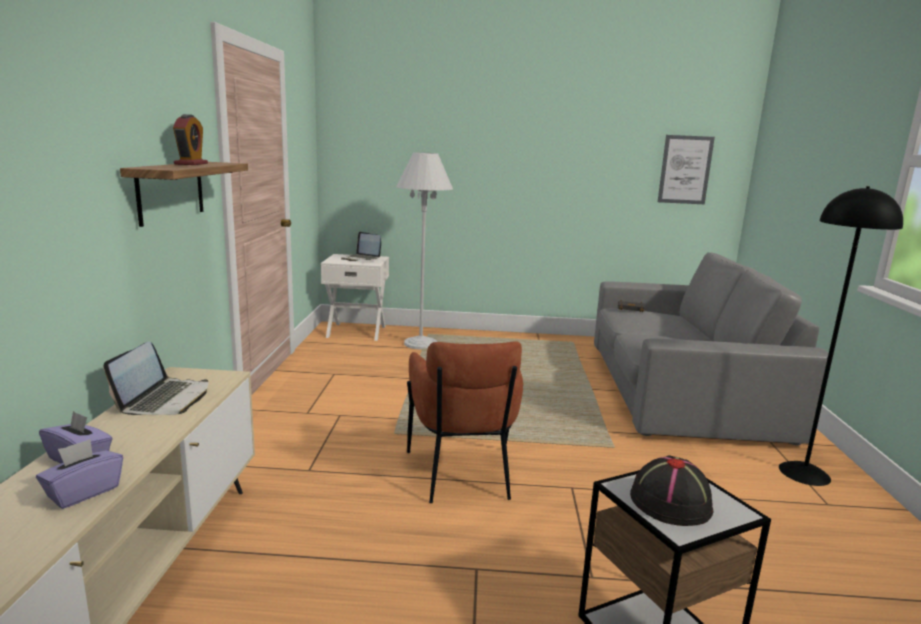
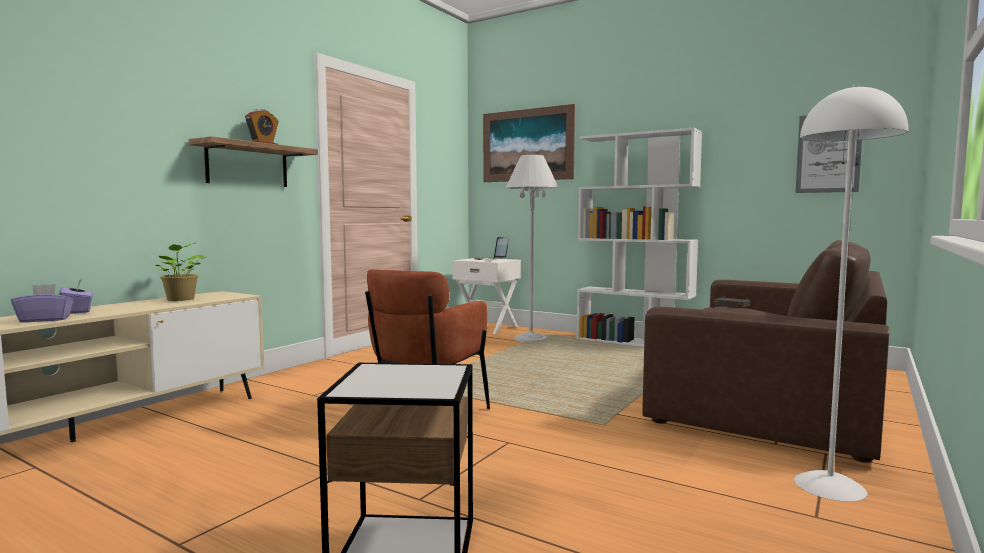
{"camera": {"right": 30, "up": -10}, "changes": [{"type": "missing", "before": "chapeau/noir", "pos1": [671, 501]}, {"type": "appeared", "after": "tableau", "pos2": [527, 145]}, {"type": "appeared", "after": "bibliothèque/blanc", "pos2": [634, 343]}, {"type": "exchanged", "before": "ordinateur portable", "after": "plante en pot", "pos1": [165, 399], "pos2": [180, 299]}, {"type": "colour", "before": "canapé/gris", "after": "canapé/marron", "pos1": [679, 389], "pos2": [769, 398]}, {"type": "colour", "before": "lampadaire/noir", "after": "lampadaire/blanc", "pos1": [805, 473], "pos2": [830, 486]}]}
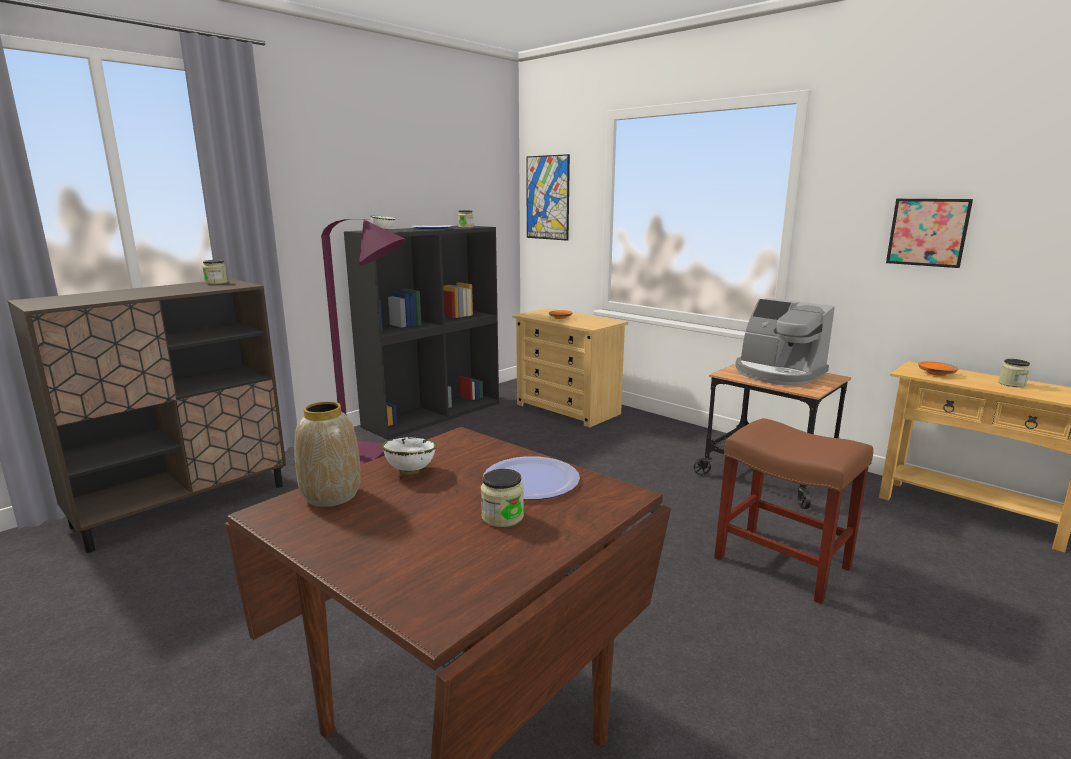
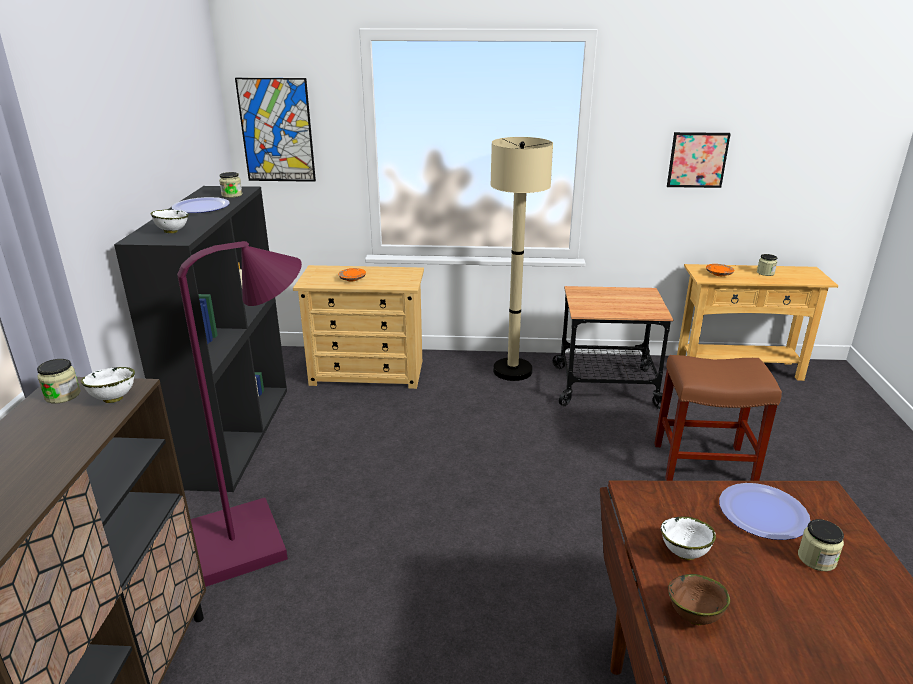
{"camera": {"right": -40, "up": 10}, "changes": [{"type": "missing", "before": "machine à café", "pos1": [778, 373]}, {"type": "appeared", "after": "bol/blanc", "pos2": [112, 399]}, {"type": "appeared", "after": "lampadaire/beige", "pos2": [512, 371]}, {"type": "exchanged", "before": "vase", "after": "bol/marron", "pos1": [330, 496], "pos2": [694, 617]}]}
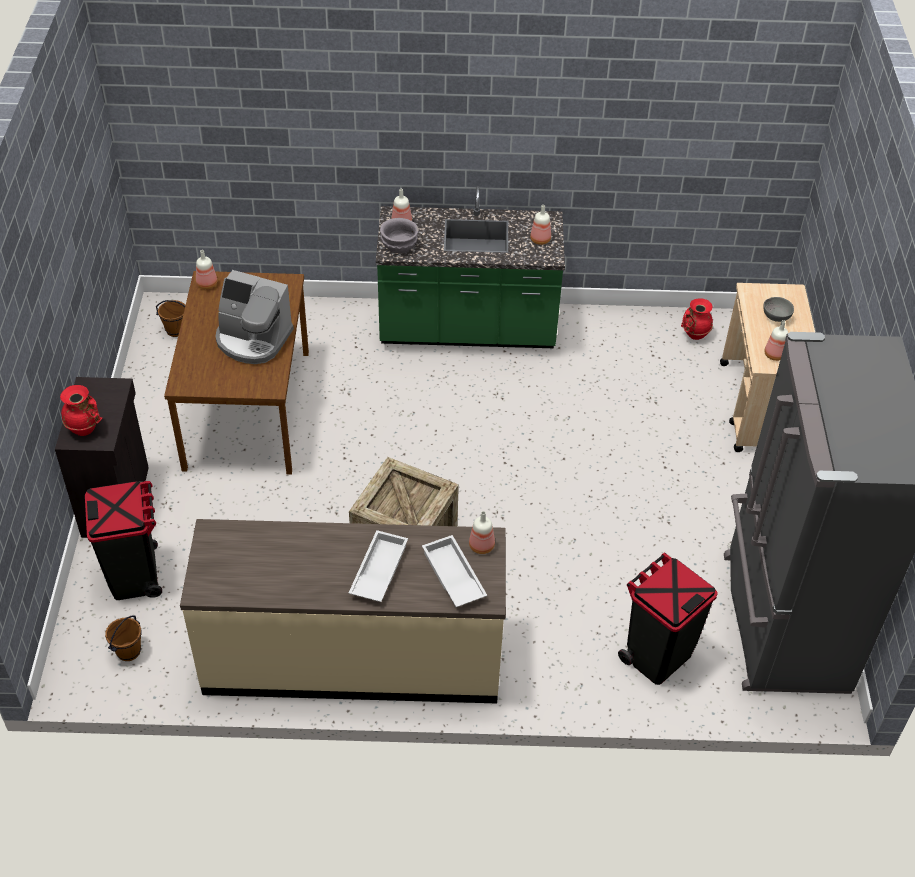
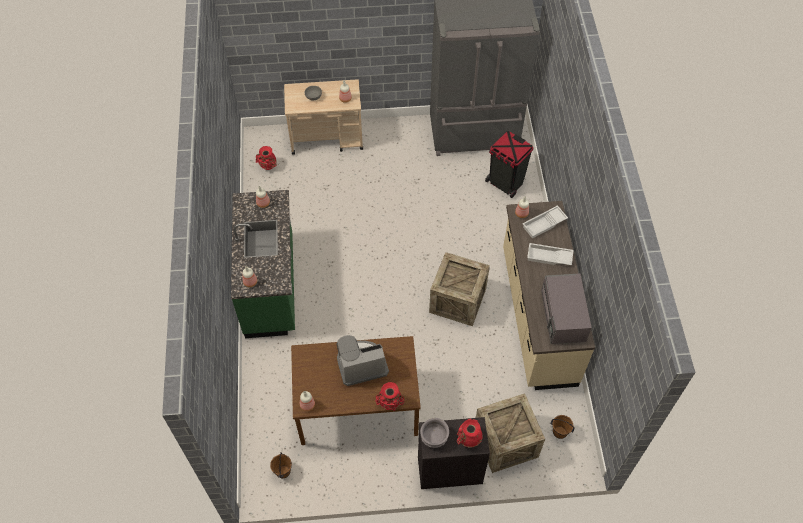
{"camera": {"right": -95, "up": 10}, "changes": [{"type": "appeared", "after": "vase/rouge", "pos2": [390, 404]}, {"type": "appeared", "after": "micro-ondes/gris", "pos2": [563, 316]}, {"type": "relocated", "before": "bol/gris", "pos1": [398, 245], "pos2": [434, 438]}, {"type": "exchanged", "before": "poubelle/noir", "after": "caisse", "pos1": [135, 575], "pos2": [505, 442]}, {"type": "spun", "before": "machine à café", "pos1": [253, 339], "pos2": [361, 364], "turn": -120}]}
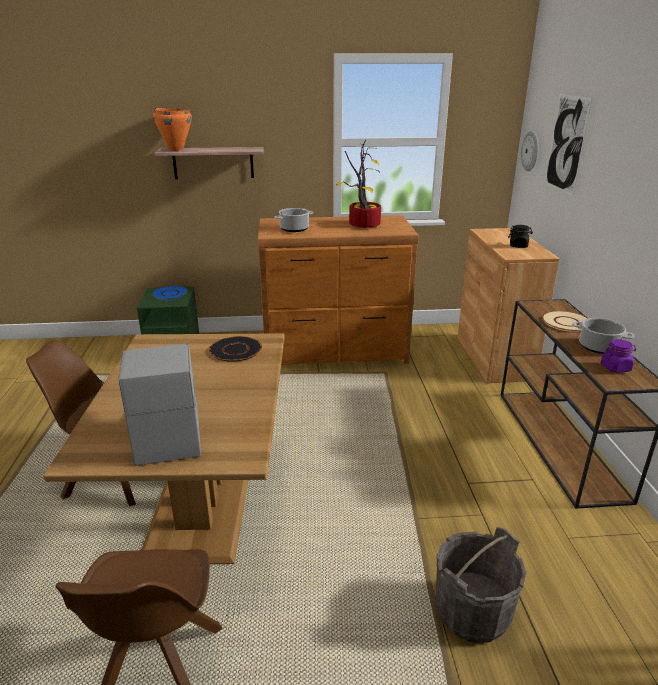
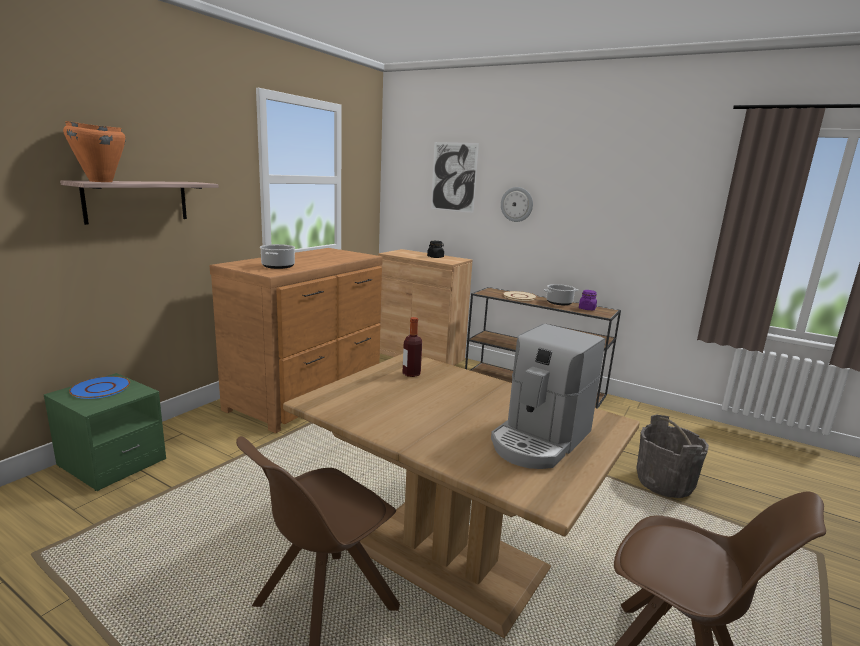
{"camera": {"right": -55, "up": -10}, "changes": [{"type": "missing", "before": "plante en pot", "pos1": [363, 224]}, {"type": "relocated", "before": "horloge murale", "pos1": [530, 151], "pos2": [517, 204]}, {"type": "exchanged", "before": "assiette/noir", "after": "bouteille", "pos1": [235, 350], "pos2": [411, 374]}, {"type": "spun", "before": "machine à café", "pos1": [168, 432], "pos2": [540, 440], "turn": -75}]}
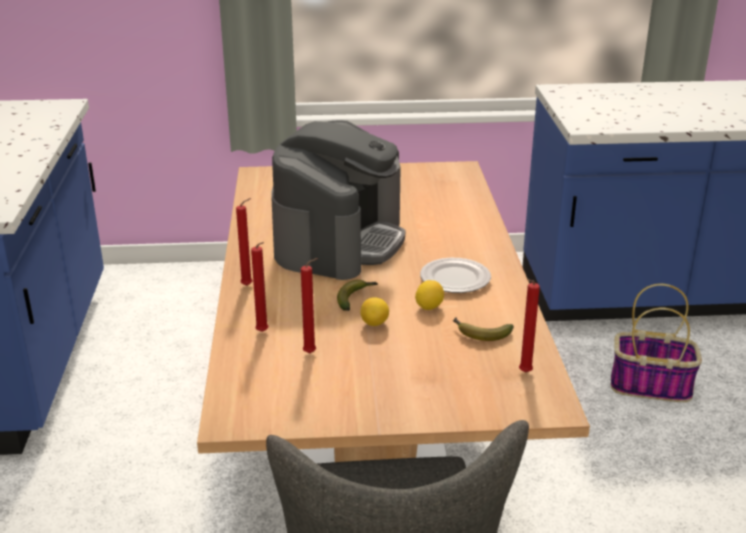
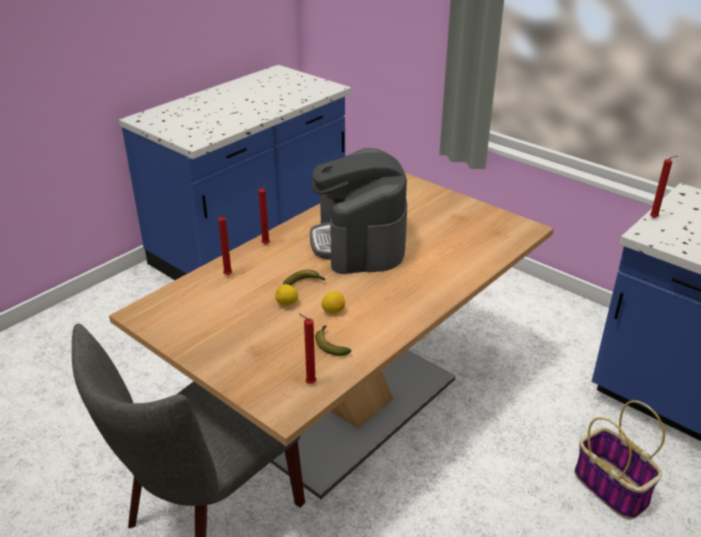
{"camera": {"right": 45, "up": 5}, "changes": [{"type": "missing", "before": "assiette", "pos1": [454, 279]}, {"type": "relocated", "before": "bougie/rouge", "pos1": [312, 353], "pos2": [655, 218]}, {"type": "spun", "before": "machine à café", "pos1": [339, 241], "pos2": [359, 242], "turn": 105}]}
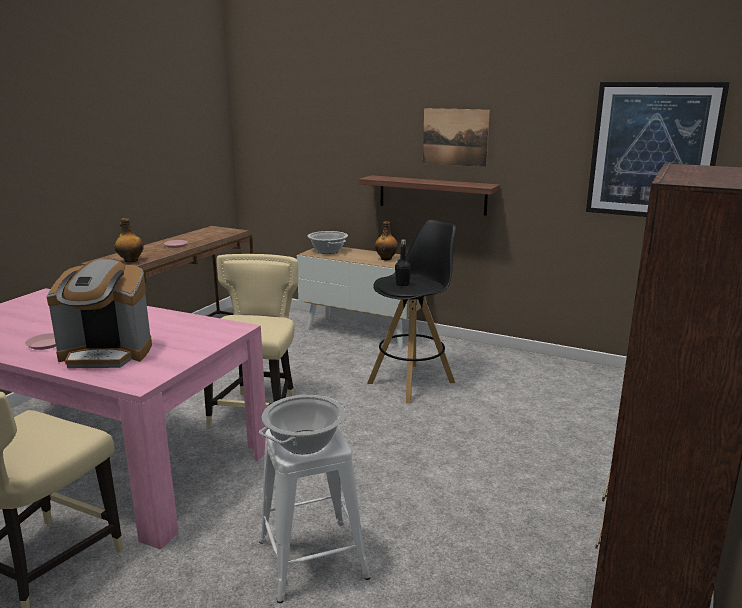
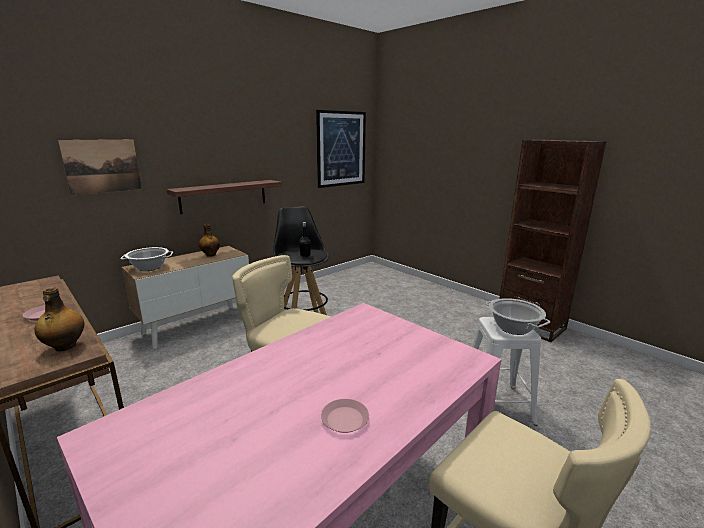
{"camera": {"right": -70, "up": 0}, "changes": [{"type": "missing", "before": "machine à café", "pos1": [107, 354]}, {"type": "relocated", "before": "tableau", "pos1": [455, 137], "pos2": [102, 166]}]}
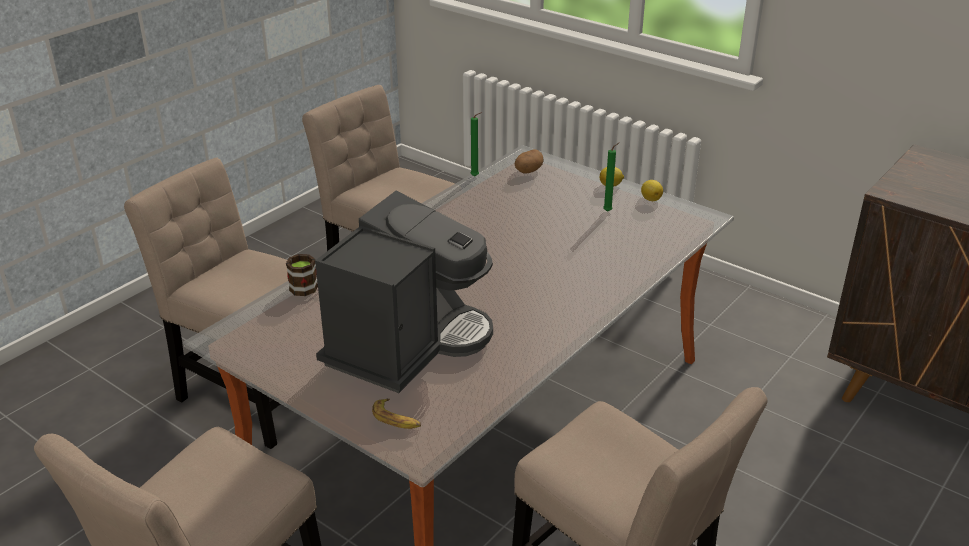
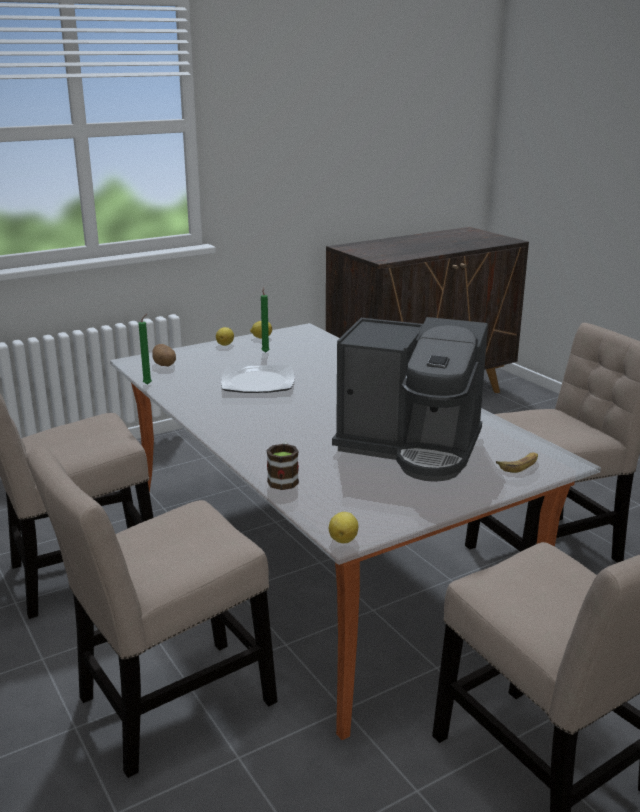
{"camera": {"right": -70, "up": -10}, "changes": [{"type": "appeared", "after": "assiette", "pos2": [258, 382]}, {"type": "appeared", "after": "citron", "pos2": [343, 539]}, {"type": "spun", "before": "machine à café", "pos1": [407, 343], "pos2": [411, 447], "turn": 150}]}
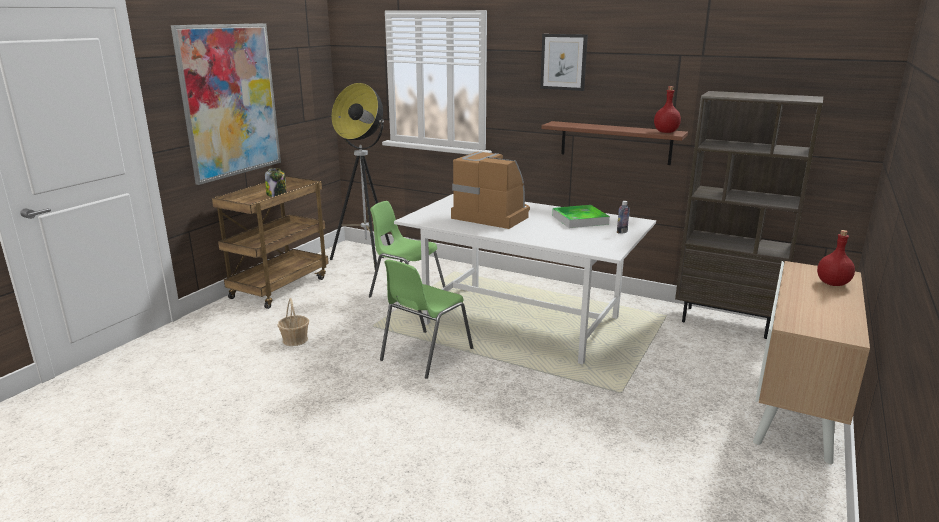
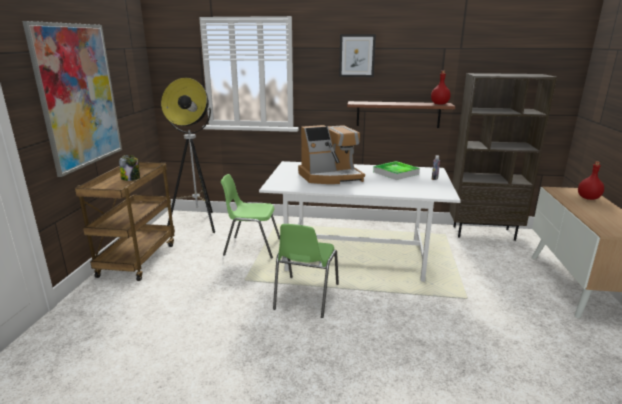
{"camera": {"right": -20, "up": 0}, "changes": [{"type": "missing", "before": "panier", "pos1": [295, 340]}, {"type": "spun", "before": "machine à café", "pos1": [492, 215], "pos2": [330, 177], "turn": 150}]}
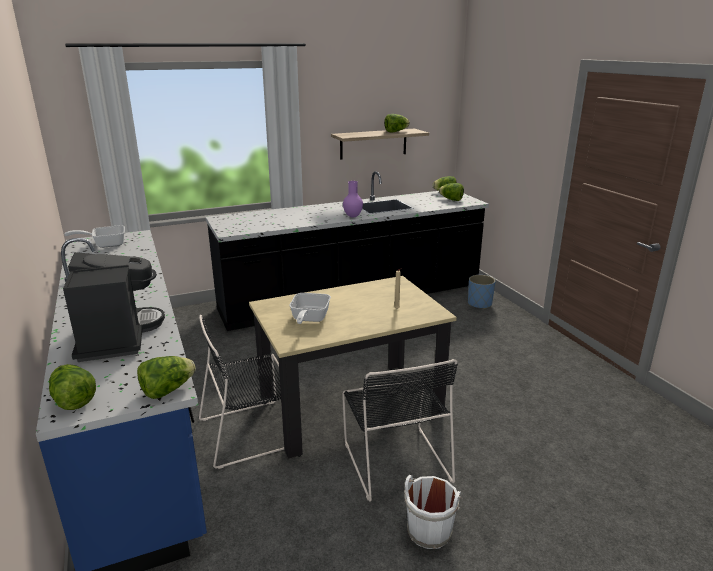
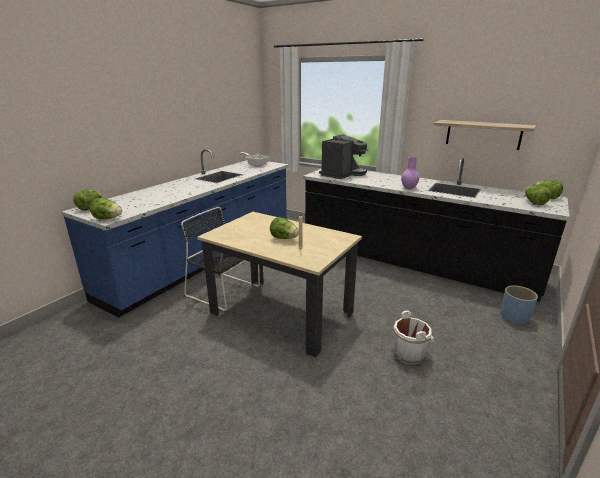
{"camera": {"right": 55, "up": 0}, "changes": [{"type": "missing", "before": "poêle", "pos1": [309, 319]}, {"type": "missing", "before": "chaise/noir", "pos1": [395, 459]}, {"type": "relocated", "before": "machine à café", "pos1": [116, 336], "pos2": [342, 174]}, {"type": "relocated", "before": "laitue", "pos1": [396, 132], "pos2": [284, 238]}, {"type": "relocated", "before": "seau/blanc", "pos1": [429, 529], "pos2": [410, 354]}]}
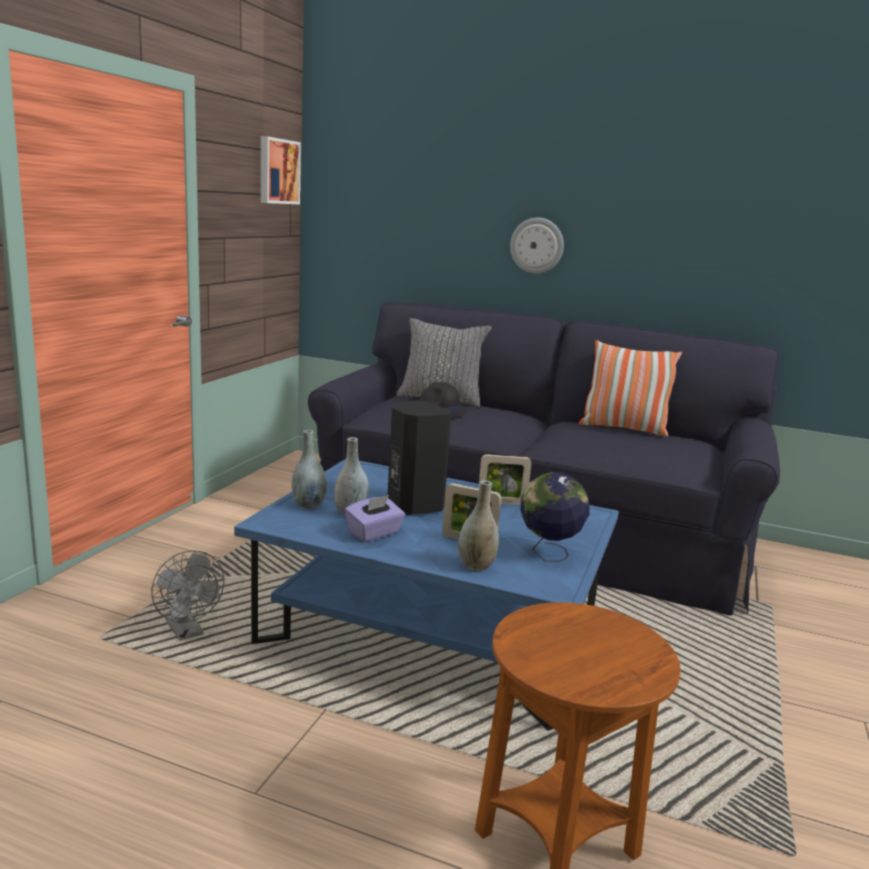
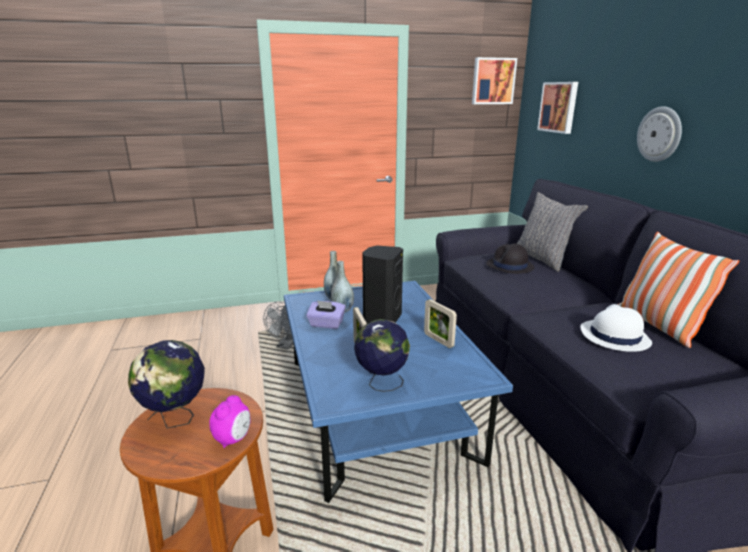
{"camera": {"right": 55, "up": 5}, "changes": [{"type": "missing", "before": "vase/gris", "pos1": [476, 566]}, {"type": "appeared", "after": "globe", "pos2": [176, 419]}, {"type": "appeared", "after": "réveil", "pos2": [233, 439]}, {"type": "appeared", "after": "tableau", "pos2": [559, 107]}, {"type": "appeared", "after": "chapeau/blanc", "pos2": [614, 336]}]}
